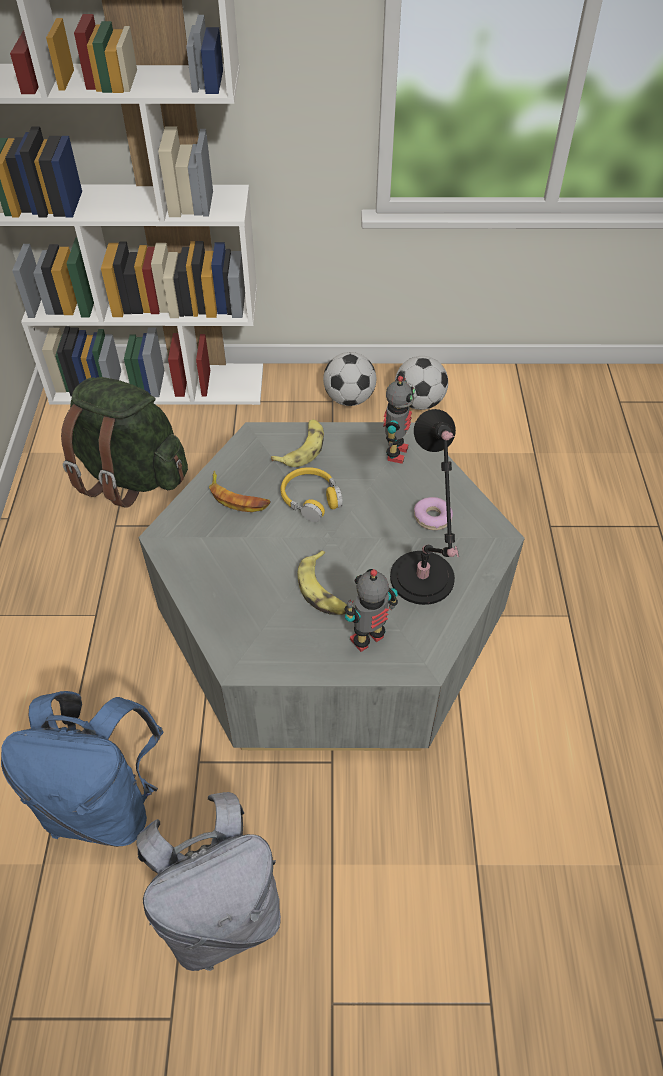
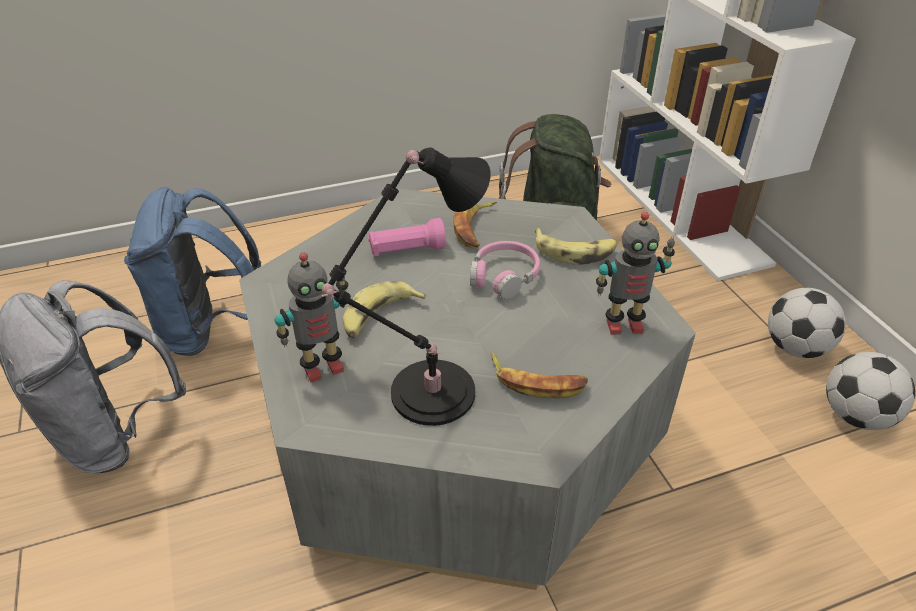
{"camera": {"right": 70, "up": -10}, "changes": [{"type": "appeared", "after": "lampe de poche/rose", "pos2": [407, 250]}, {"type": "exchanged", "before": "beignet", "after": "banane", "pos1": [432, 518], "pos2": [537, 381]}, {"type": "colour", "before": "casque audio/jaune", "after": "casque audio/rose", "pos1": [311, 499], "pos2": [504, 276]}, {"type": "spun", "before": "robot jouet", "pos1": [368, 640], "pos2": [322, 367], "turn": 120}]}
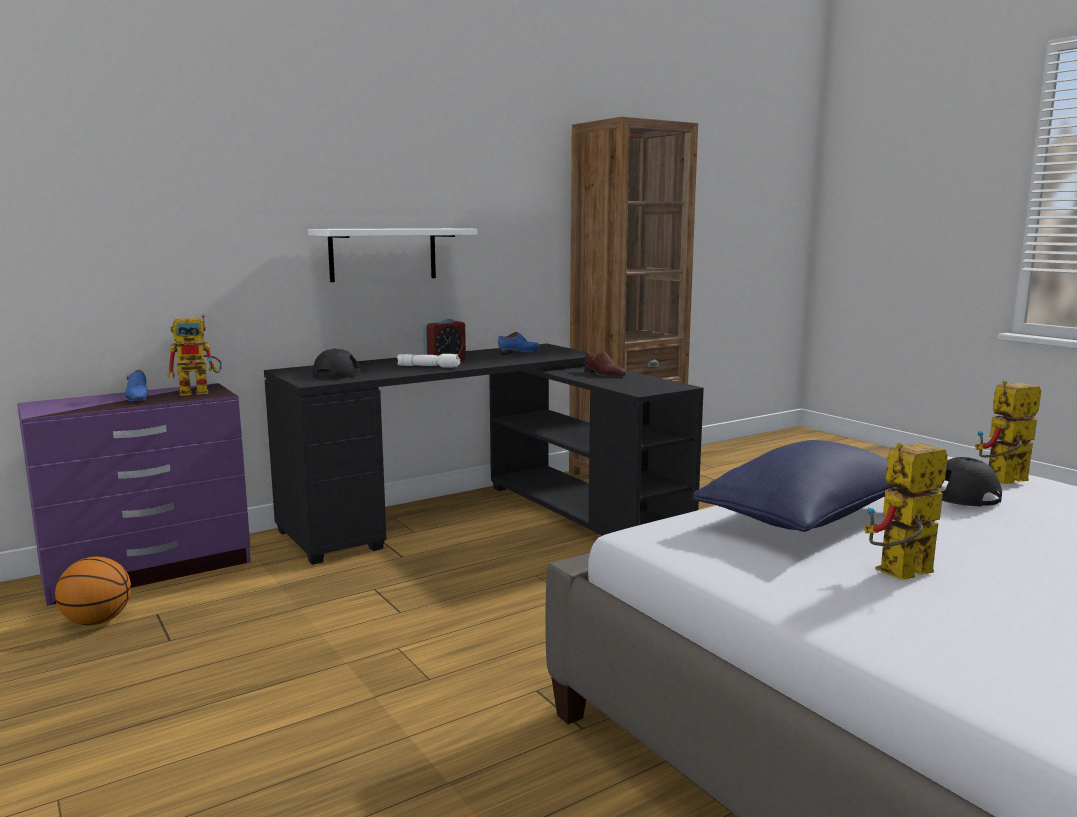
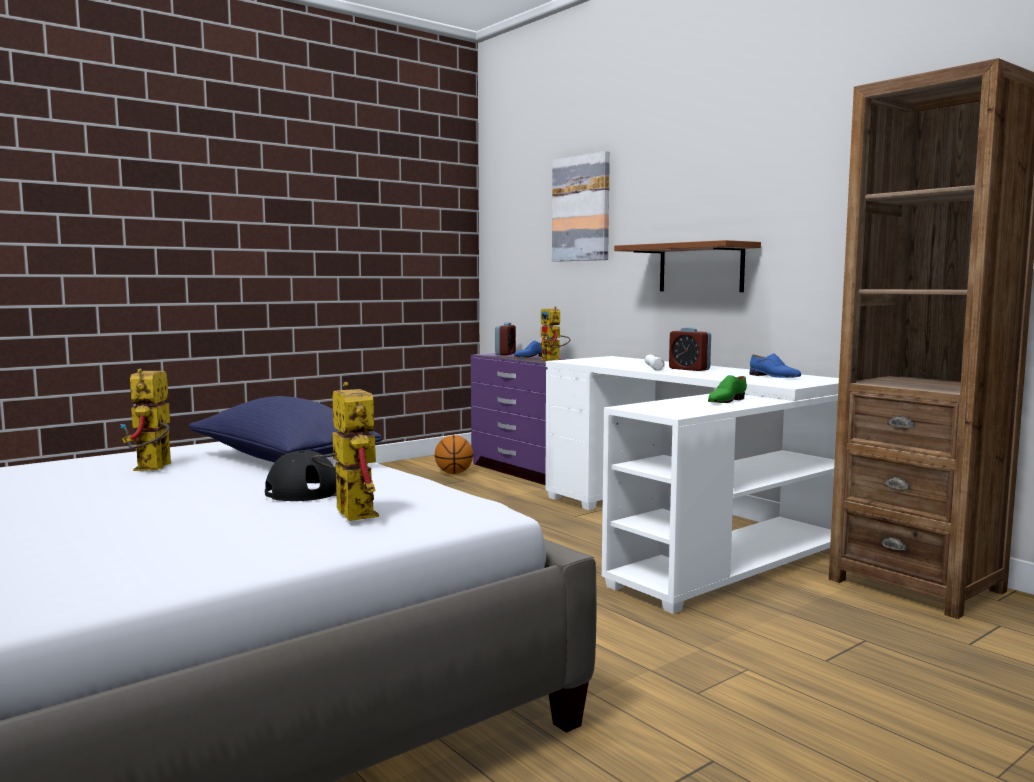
{"camera": {"right": 85, "up": -5}, "changes": [{"type": "missing", "before": "casquette/noir", "pos1": [340, 373]}, {"type": "appeared", "after": "réveil", "pos2": [505, 354]}, {"type": "appeared", "after": "tableau", "pos2": [581, 208]}, {"type": "colour", "before": "bureau/noir", "after": "bureau/blanc", "pos1": [490, 518], "pos2": [685, 534]}, {"type": "colour", "before": "étagère/blanc", "after": "étagère/marron", "pos1": [383, 254], "pos2": [701, 268]}, {"type": "colour", "before": "chaussure/marron", "after": "chaussure/vert", "pos1": [604, 374], "pos2": [726, 401]}, {"type": "spun", "before": "robot jouet", "pos1": [900, 575], "pos2": [153, 469], "turn": -150}]}
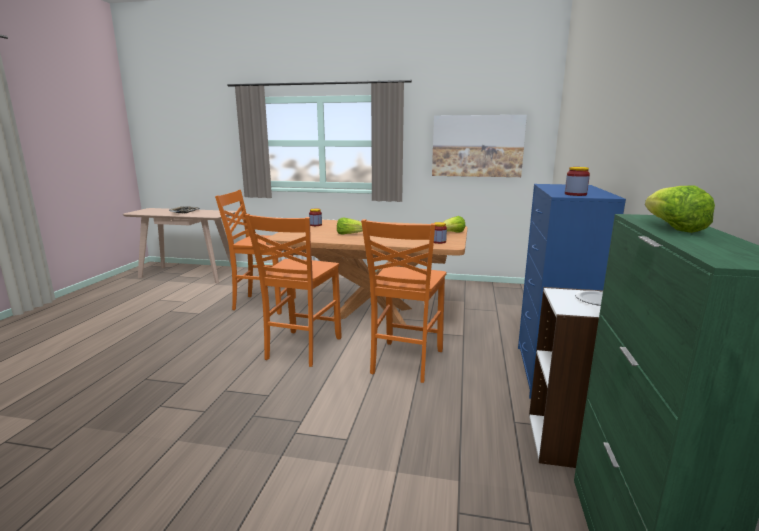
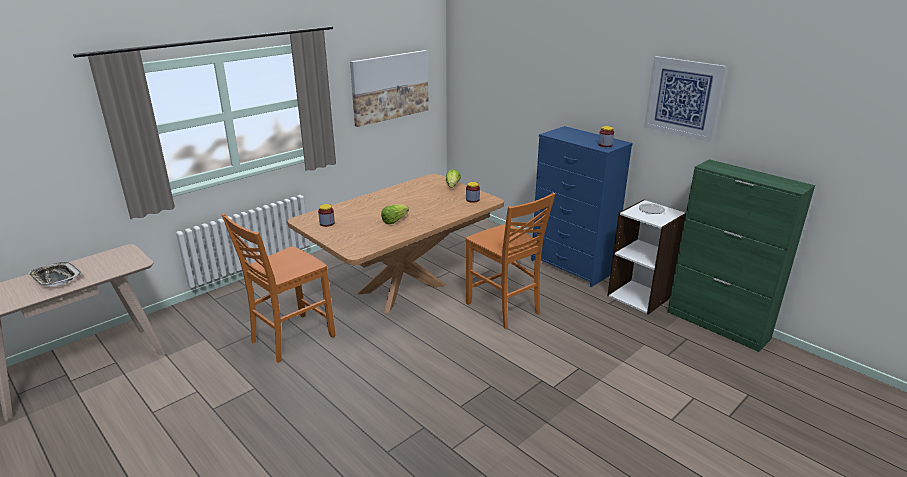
{"camera": {"right": -55, "up": 10}, "changes": [{"type": "missing", "before": "chaise/orange", "pos1": [301, 349]}, {"type": "missing", "before": "laitue", "pos1": [672, 228]}, {"type": "appeared", "after": "tableau", "pos2": [683, 98]}]}
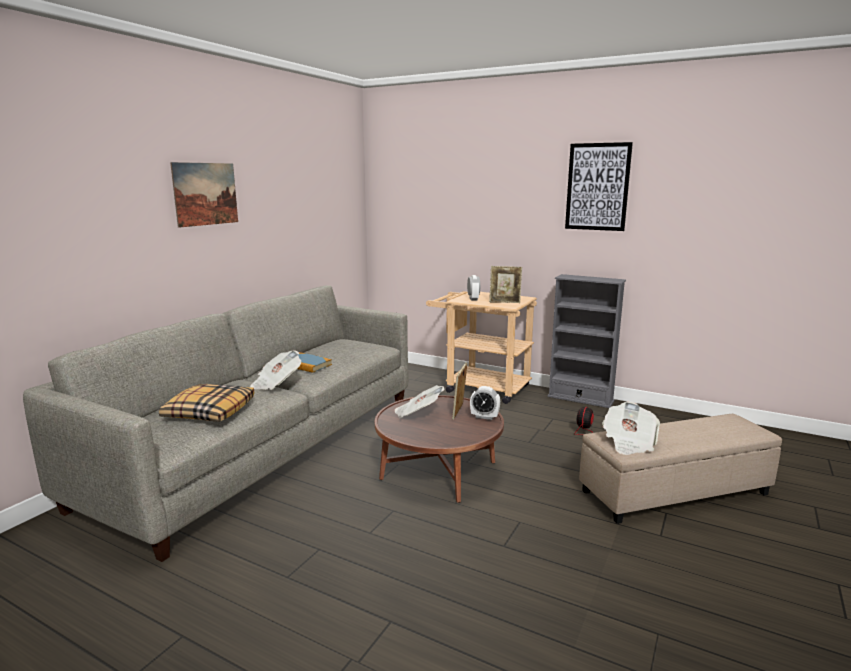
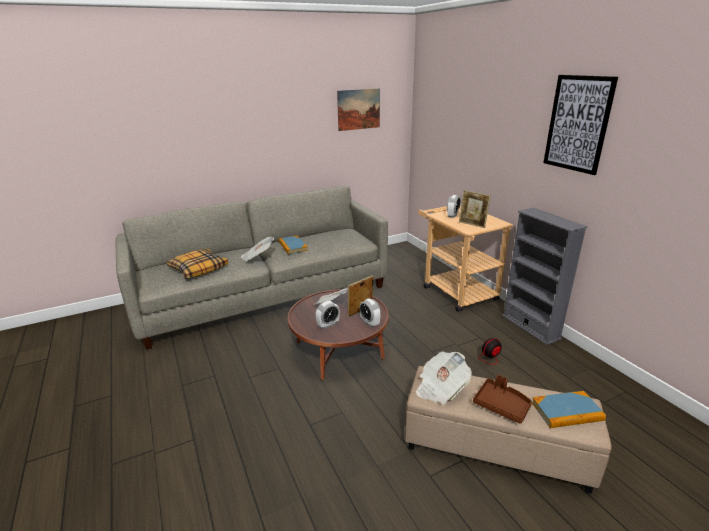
{"camera": {"right": 35, "up": 10}, "changes": [{"type": "appeared", "after": "réveil", "pos2": [328, 324]}, {"type": "appeared", "after": "plateau/marron", "pos2": [501, 405]}, {"type": "appeared", "after": "livre", "pos2": [567, 411]}, {"type": "relocated", "before": "tableau", "pos1": [205, 194], "pos2": [358, 109]}]}
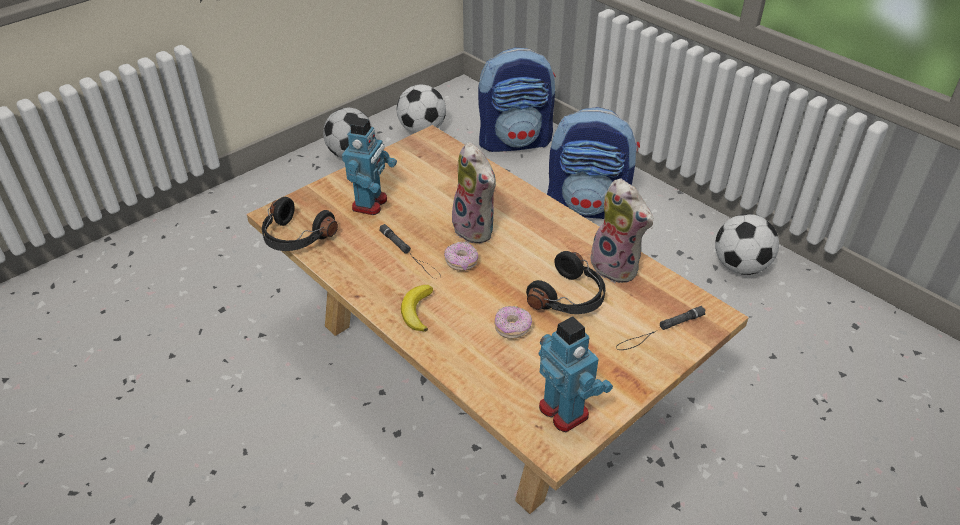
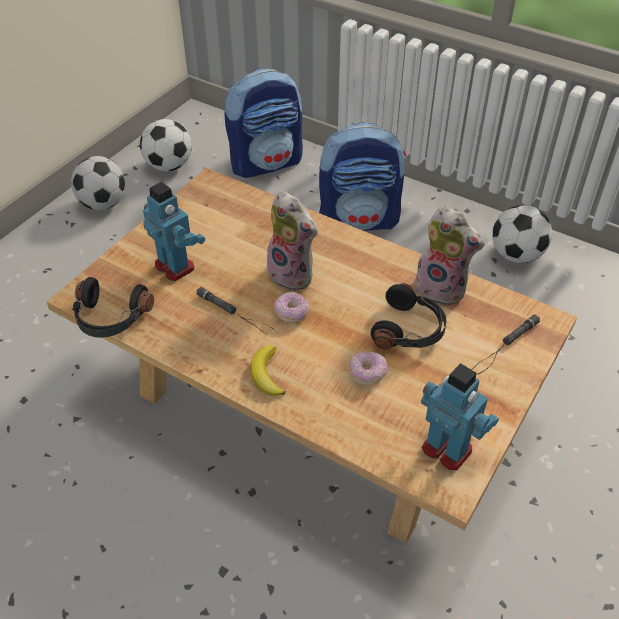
{"camera": {"right": -15, "up": 5}, "changes": [{"type": "spun", "before": "robot jouet", "pos1": [370, 204], "pos2": [175, 266], "turn": -45}]}
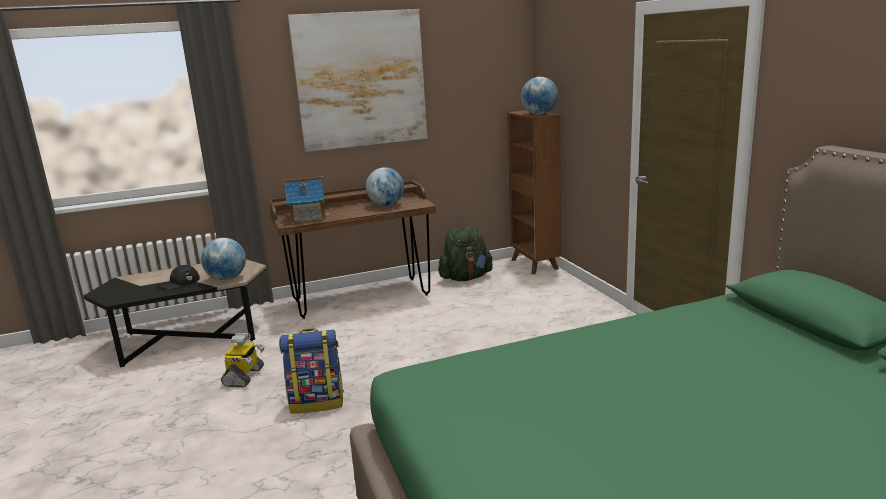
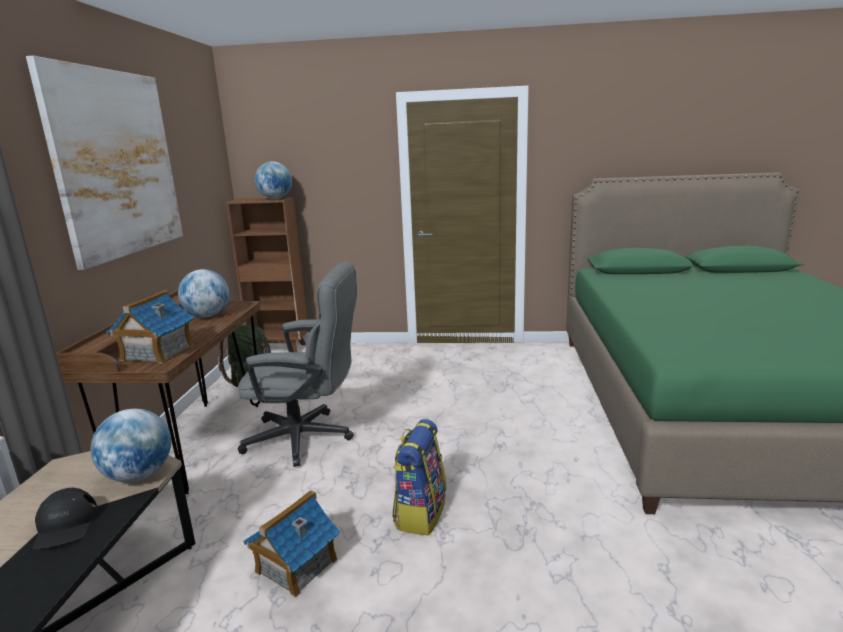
{"camera": {"right": -65, "up": 0}, "changes": [{"type": "appeared", "after": "chaise de bureau/gris", "pos2": [308, 438]}, {"type": "exchanged", "before": "robot jouet", "after": "maison miniature", "pos1": [244, 377], "pos2": [295, 566]}]}
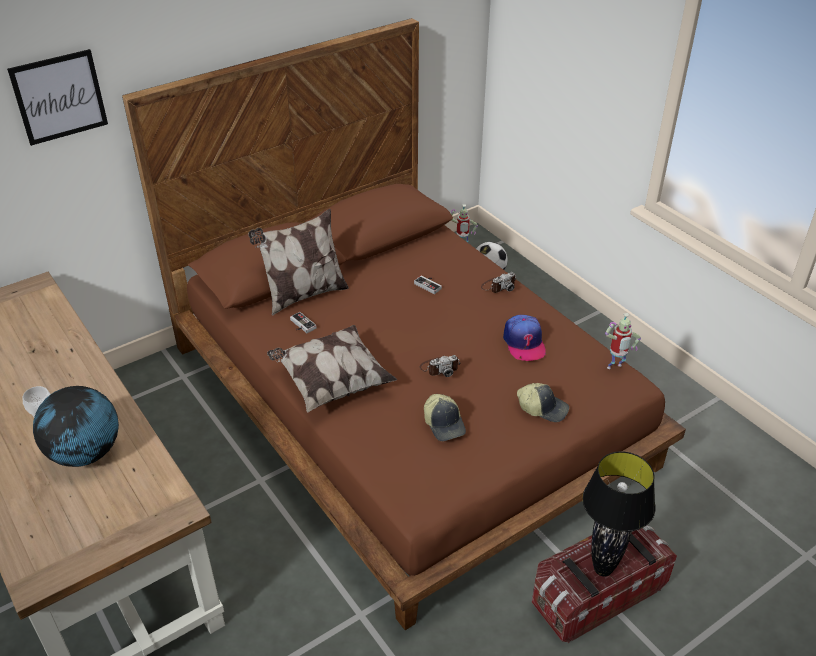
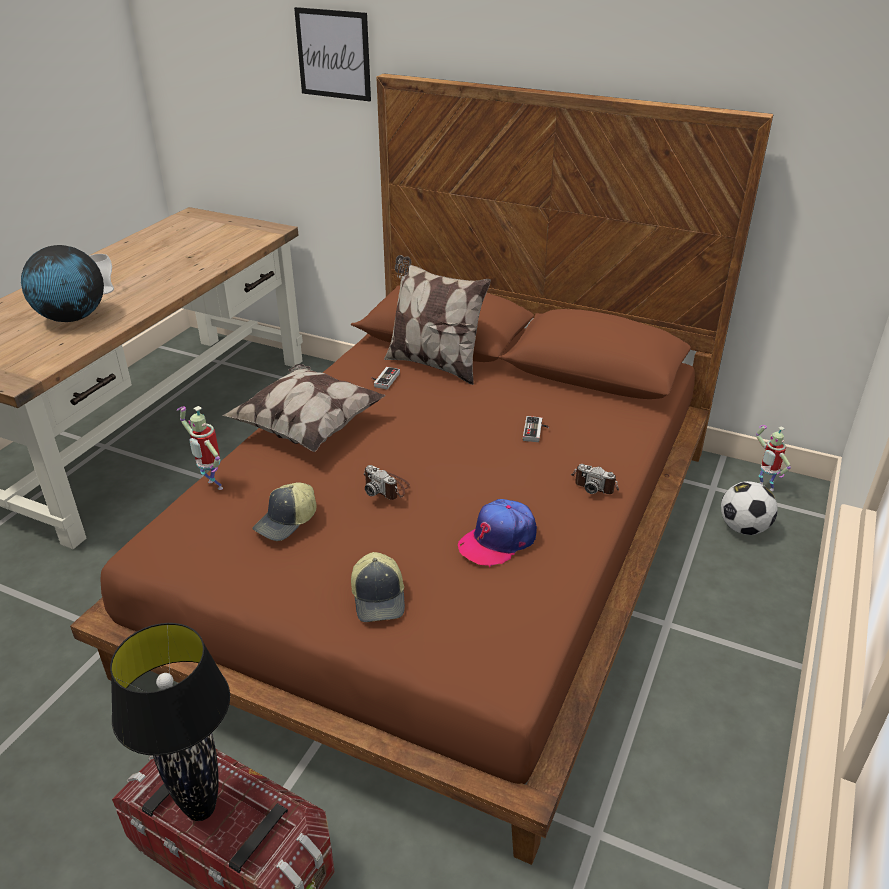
{"camera": {"right": 60, "up": -5}, "changes": [{"type": "relocated", "before": "robot jouet", "pos1": [615, 368], "pos2": [212, 486]}]}
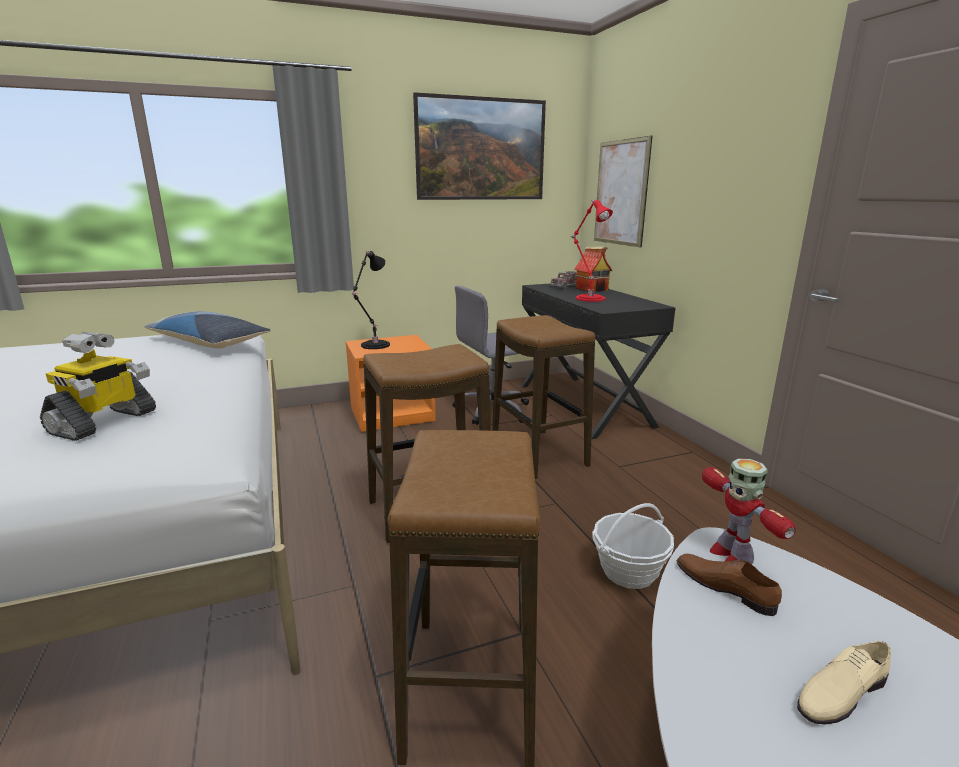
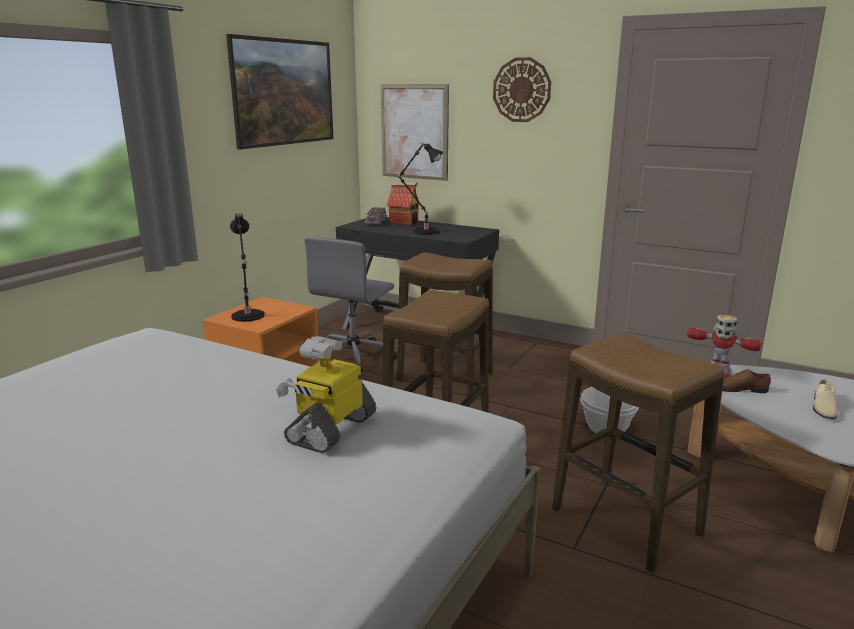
{"camera": {"right": -40, "up": 0}, "changes": [{"type": "missing", "before": "coussin", "pos1": [209, 342]}, {"type": "appeared", "after": "horloge murale", "pos2": [521, 90]}, {"type": "colour", "before": "lampe de table/rouge", "after": "lampe de table/noir", "pos1": [588, 298], "pos2": [424, 231]}, {"type": "spun", "before": "robot jouet", "pos1": [104, 422], "pos2": [330, 429], "turn": -135}]}
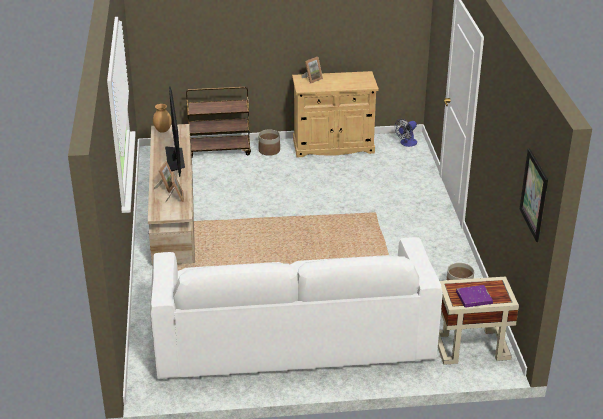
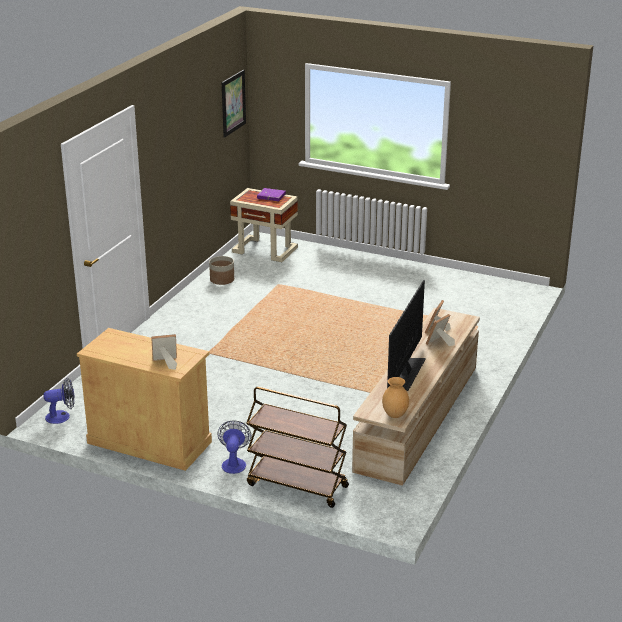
{"camera": {"right": -150, "up": -5}, "changes": [{"type": "missing", "before": "canapé/blanc", "pos1": [293, 339]}, {"type": "exchanged", "before": "cache-pot", "after": "ventilateur", "pos1": [269, 150], "pos2": [234, 463]}]}
